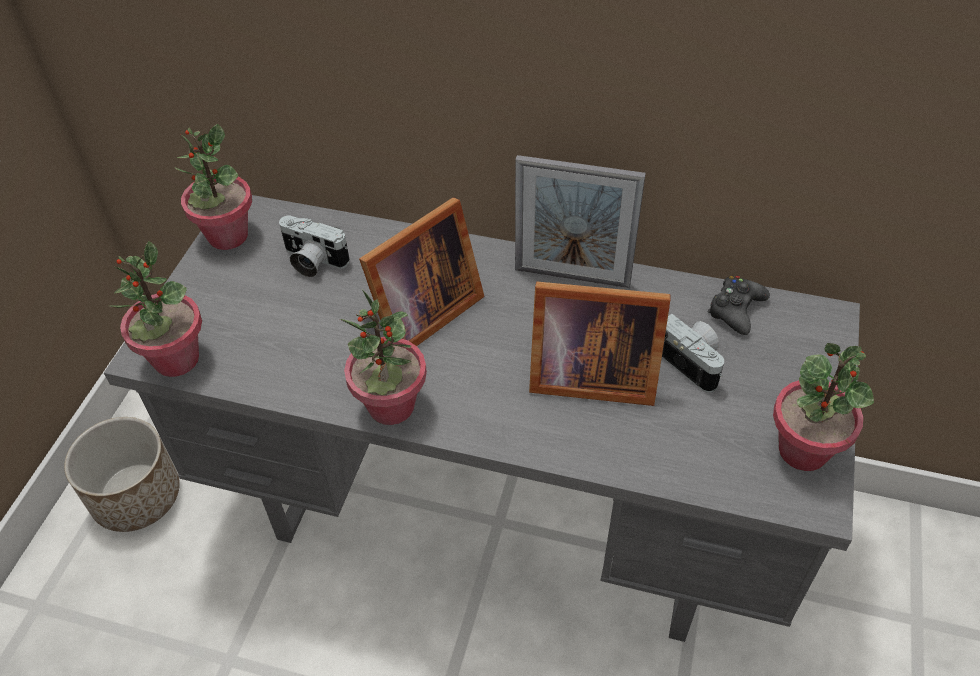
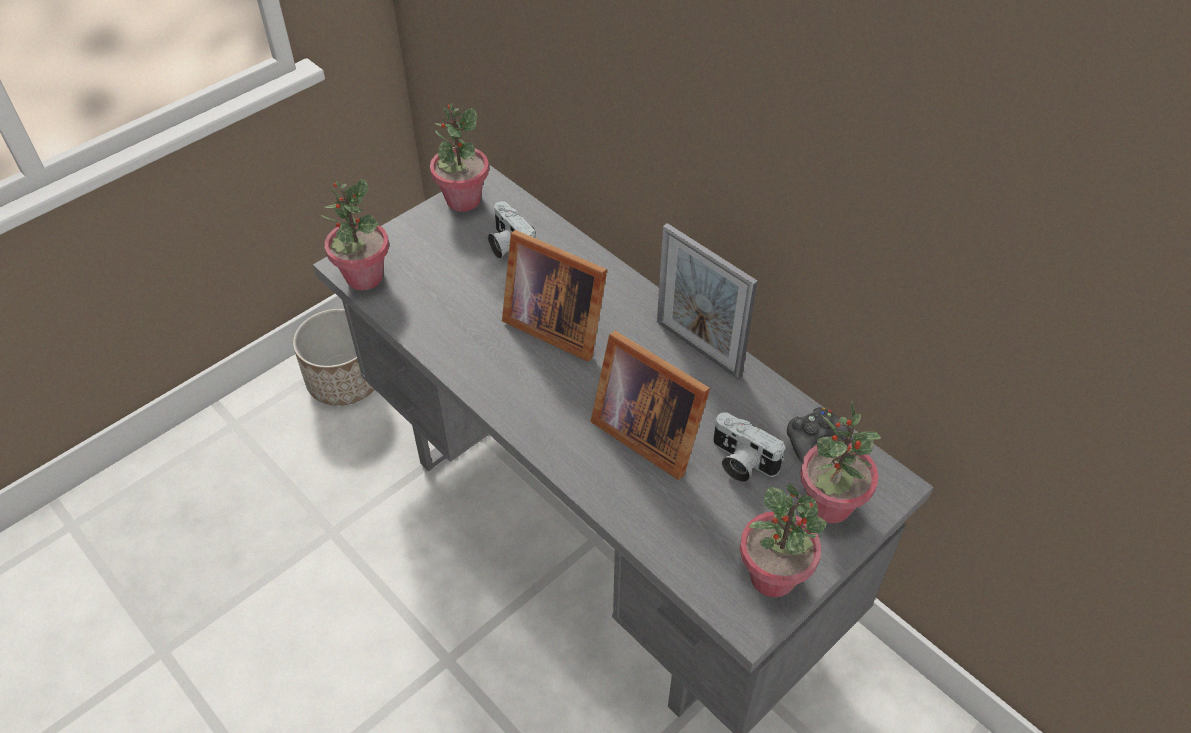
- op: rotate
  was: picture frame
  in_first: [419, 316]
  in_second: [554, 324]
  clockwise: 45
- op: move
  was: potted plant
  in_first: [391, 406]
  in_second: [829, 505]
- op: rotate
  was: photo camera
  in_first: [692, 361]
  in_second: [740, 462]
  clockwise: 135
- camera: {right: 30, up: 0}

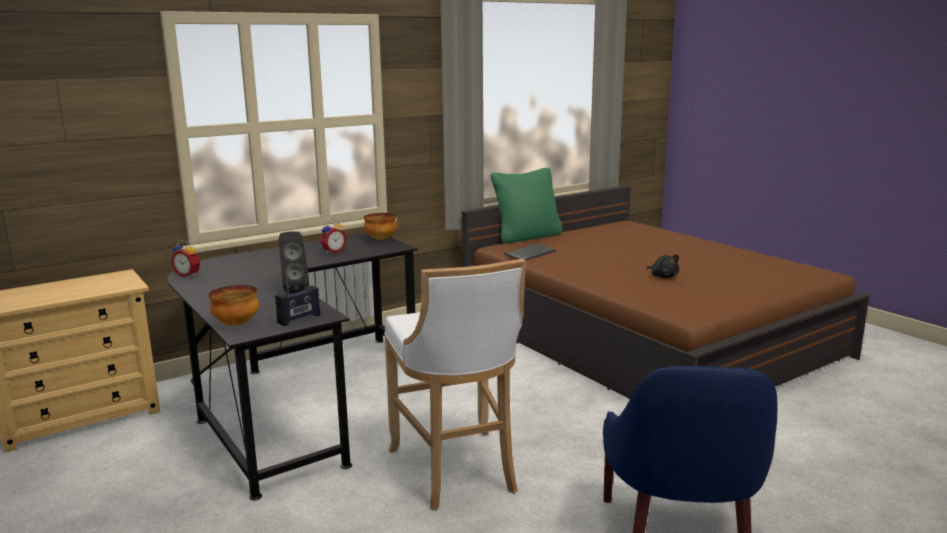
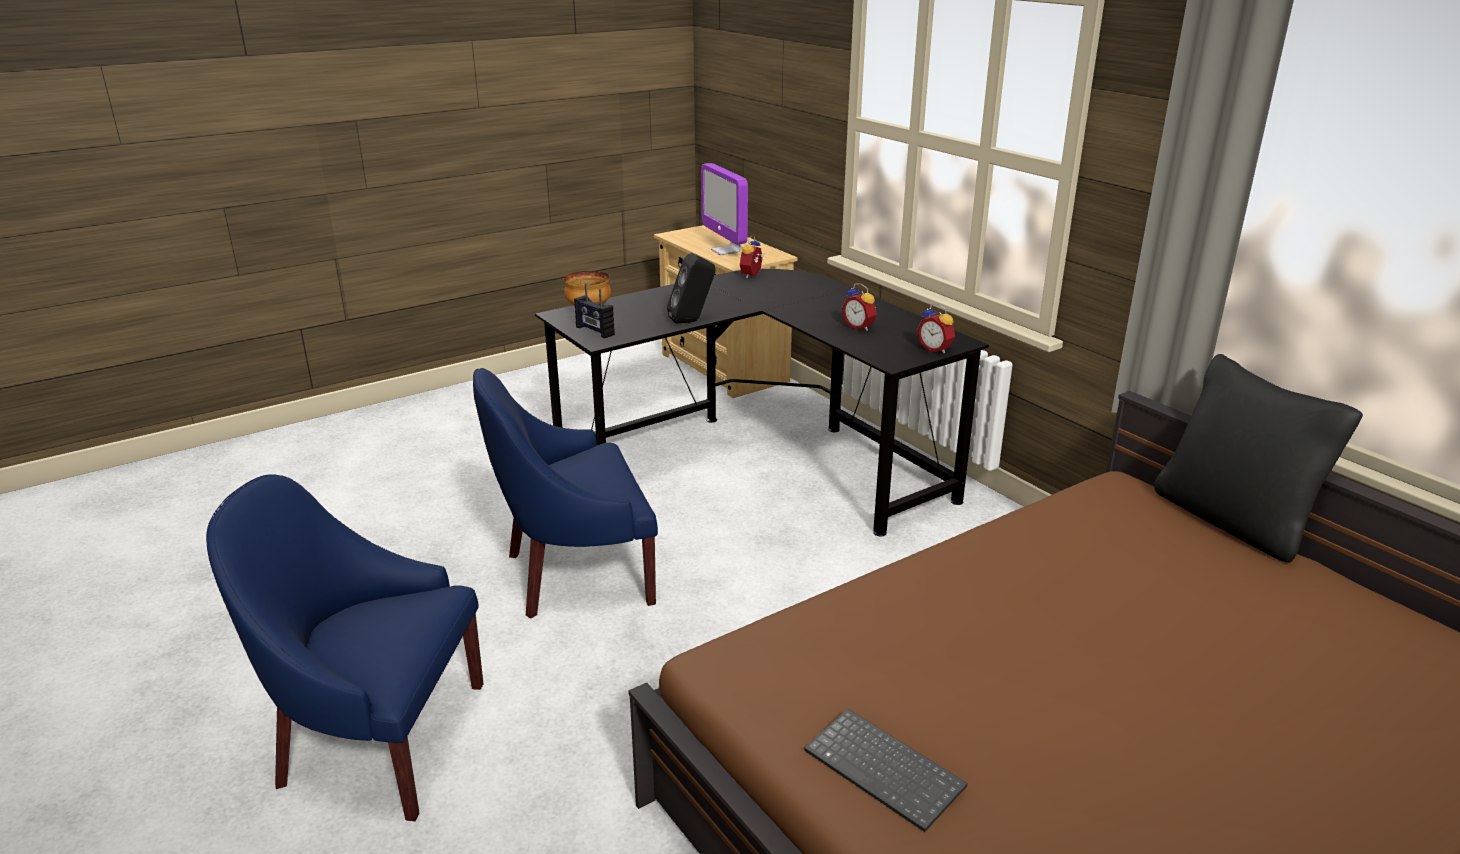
- op: recolor
  was: green pillow
  now: black pillow
  in_first: [527, 237]
  in_second: [1233, 520]
- op: replace
  was: bowl
  now: alarm clock
  in_first: [381, 239]
  in_second: [936, 349]
- op: move
  was: keyboard
  in_first: [529, 253]
  in_second: [887, 770]
- op: delete
  was: black plush toy
  in_first: [663, 276]
- op: replace
  was: white stool
  now: blue armchair
  in_first: [457, 472]
  in_second: [575, 574]
- op: insert
  now: monitor
  in_second: [726, 251]
- camera: {right: 90, up: 10}

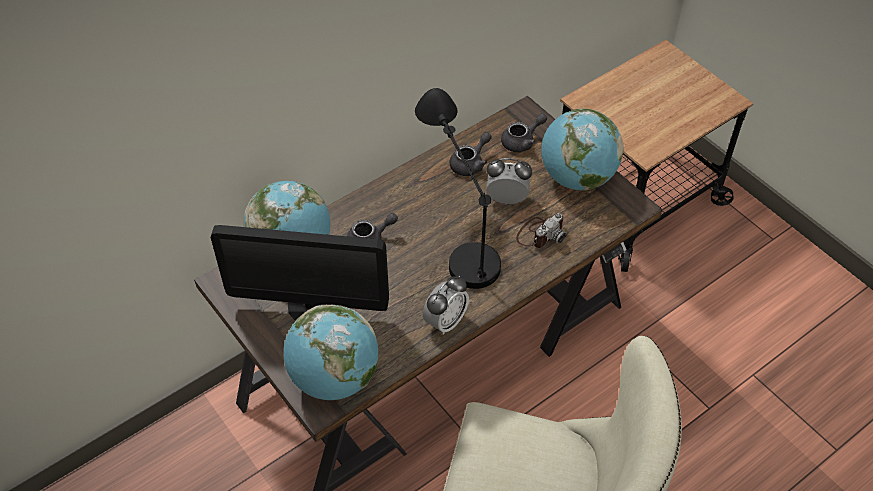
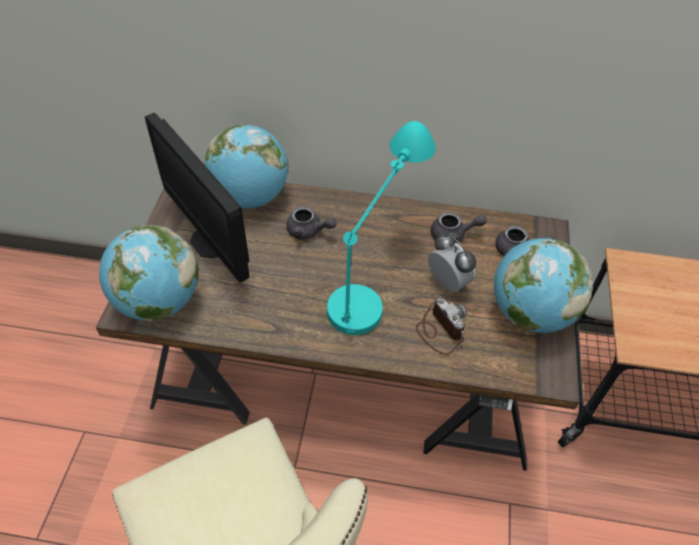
- op: recolor
  was: black table lamp
  now: turquoise table lamp
  in_first: [457, 233]
  in_second: [375, 276]
- op: rotate
  was: photo camera
  in_first: [540, 234]
  in_second: [439, 330]
  clockwise: -120
- op: delete
  was: alarm clock
  in_first: [445, 321]
- camera: {right: 45, up: 0}

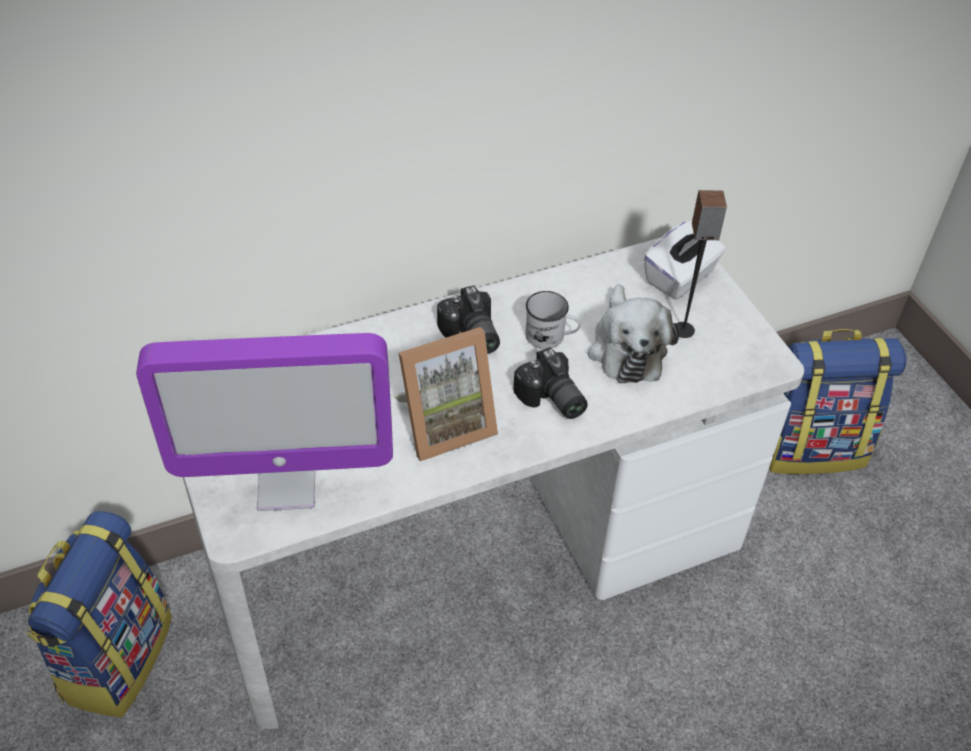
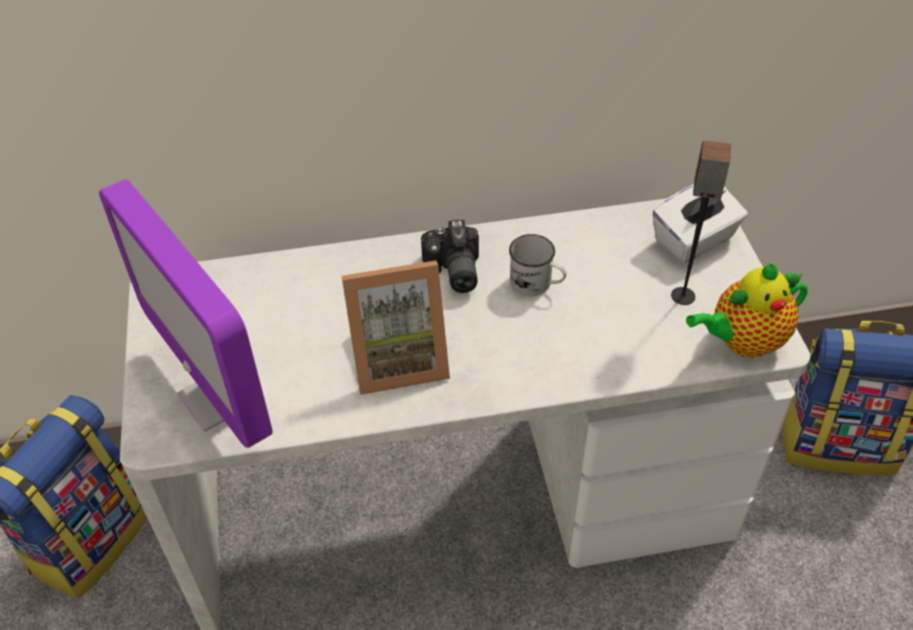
- op: delete
  was: plush toy
  in_first: [626, 348]
- op: rotate
  was: monitor
  in_first: [286, 484]
  in_second: [220, 397]
  clockwise: 45
- op: delete
  was: photo camera
  in_first: [551, 400]
- op: insert
  now: teapot
  in_second: [742, 342]
- camera: {right: 15, up: 0}

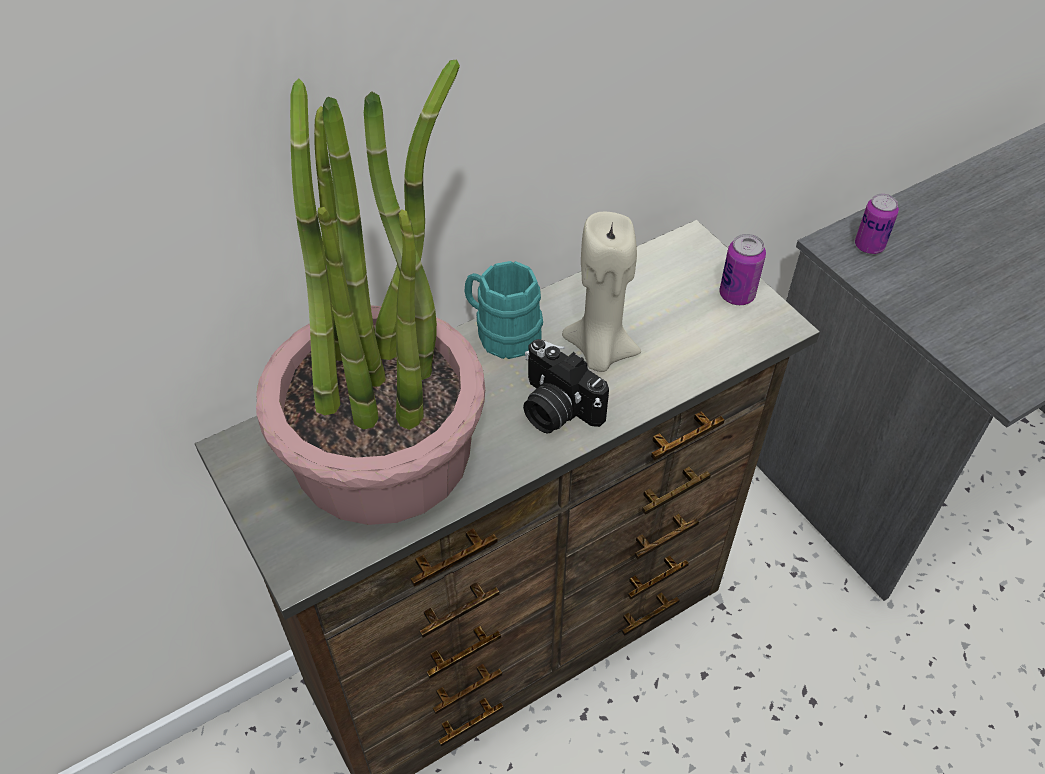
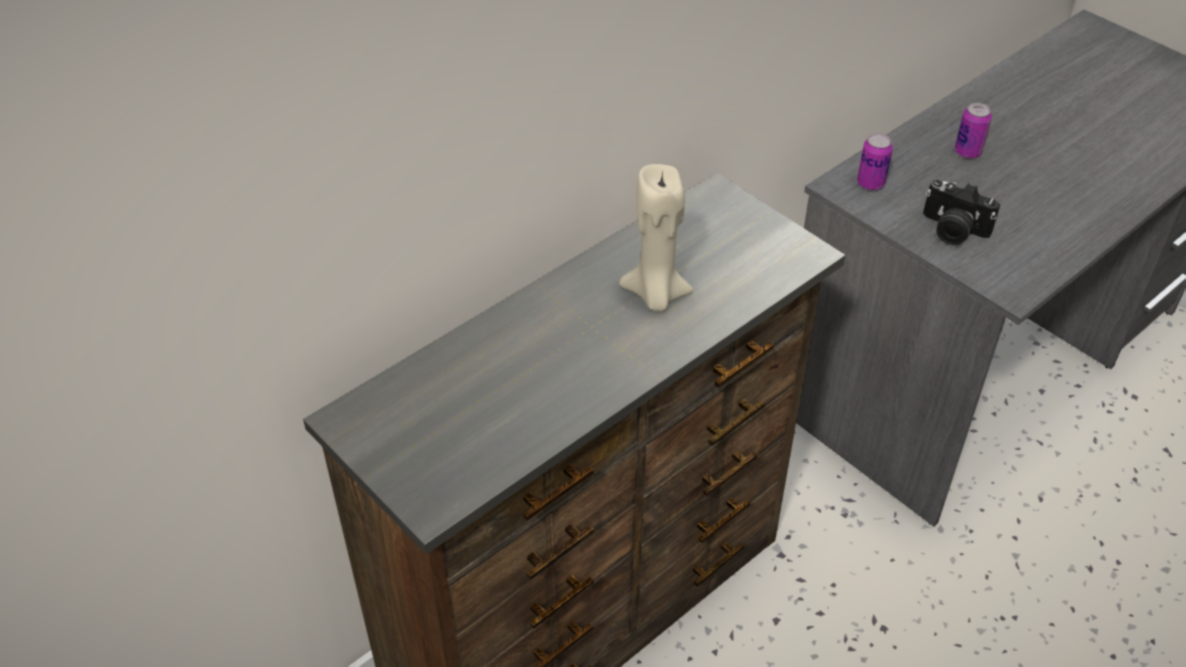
- op: delete
  was: potted plant
  in_first: [384, 448]
- op: move
  was: can
  in_first: [736, 295]
  in_second: [967, 152]
- op: delete
  was: turquoise mug
  in_first: [501, 333]
- op: move
  was: photo camera
  in_first: [555, 409]
  in_second: [952, 230]
- camera: {right: -10, up: -5}

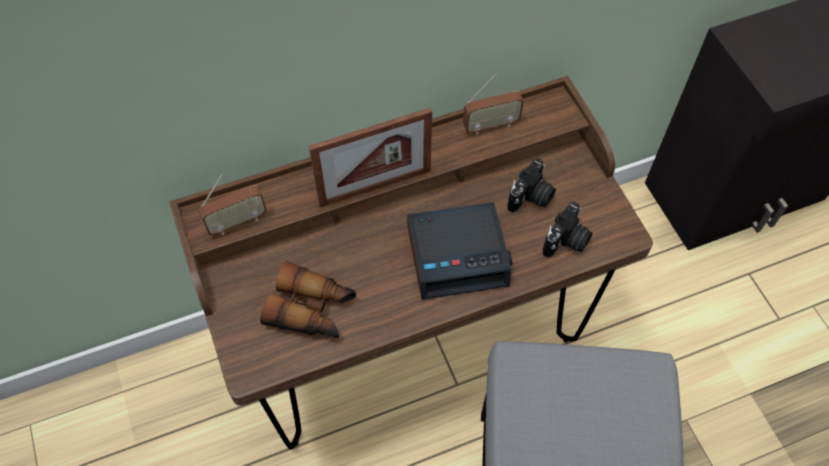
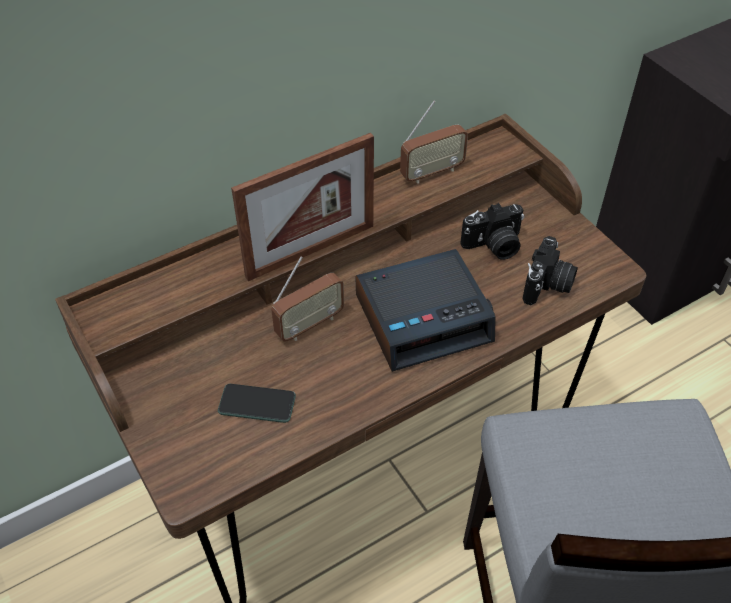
- op: rotate
  was: photo camera
  in_first: [531, 198]
  in_second: [494, 246]
  clockwise: 45
- op: move
  was: radio
  in_first: [237, 222]
  in_second: [309, 325]
- op: replace
  was: binoculars
  now: phone
  in_first: [312, 310]
  in_second: [257, 404]
- camera: {right: -10, up: -10}

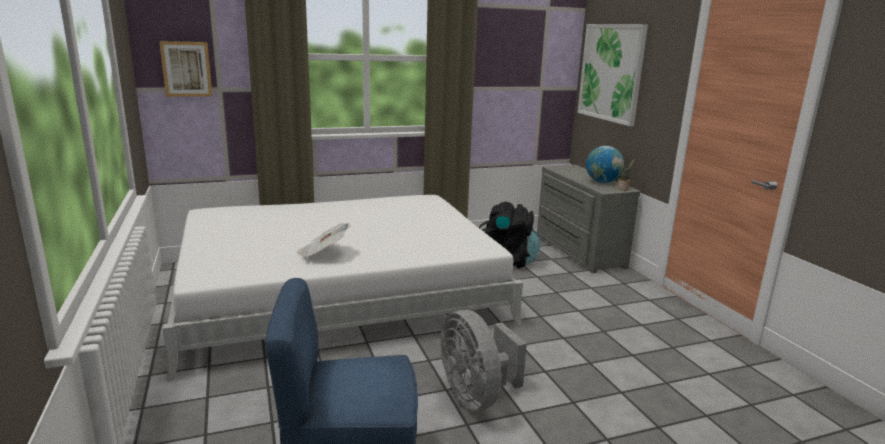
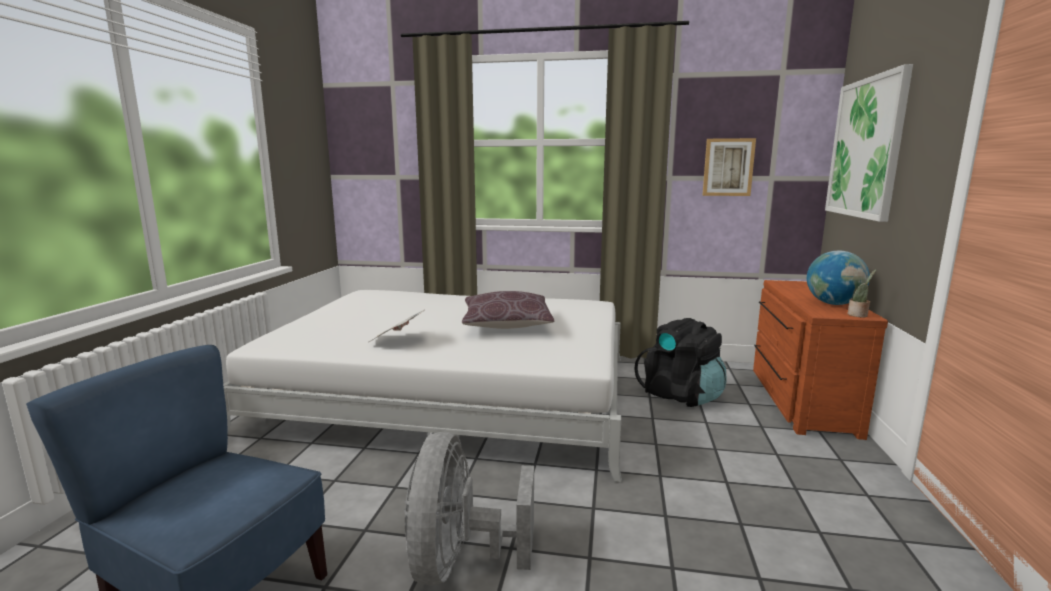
- op: move
  was: picture
  in_first: [186, 69]
  in_second: [728, 167]
- op: recolor
  was: grey dresser
  now: brown dresser
  in_first: [576, 251]
  in_second: [798, 400]
- op: insert
  now: brown pillow
  in_second: [506, 324]
- camera: {right: 30, up: -5}

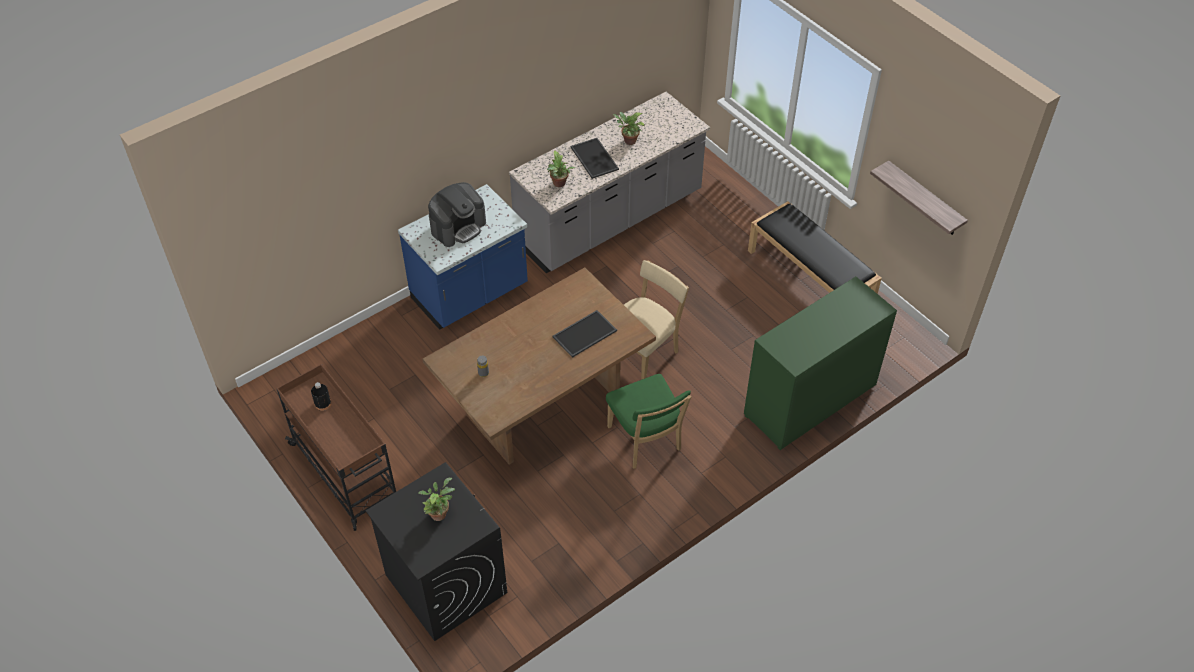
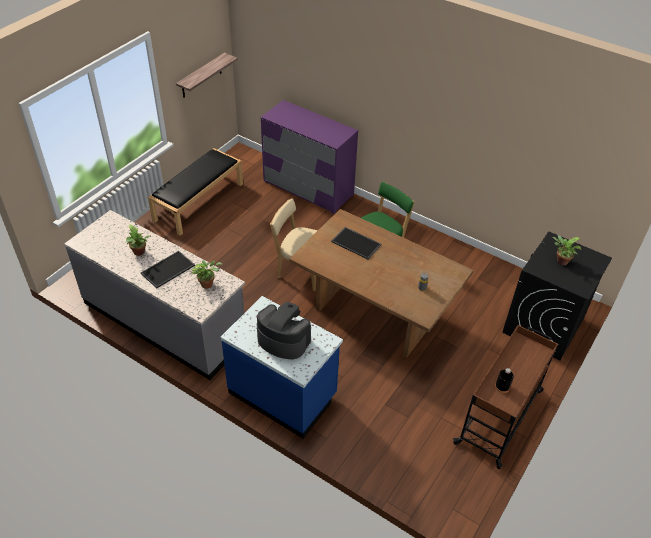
- op: recolor
  was: green dresser
  now: purple dresser
  in_first: [810, 400]
  in_second: [308, 188]
- camera: {right: -110, up: -5}

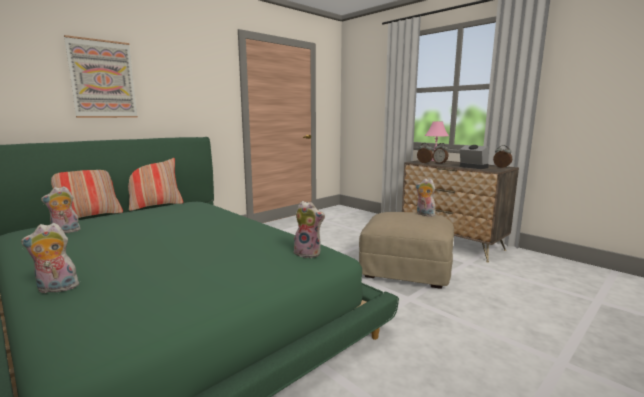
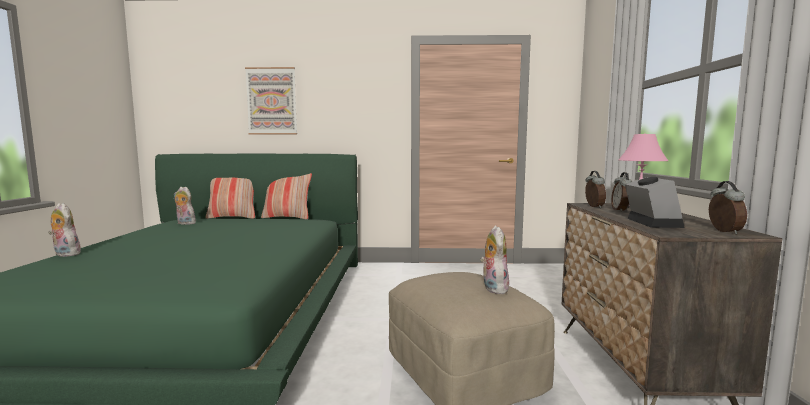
- op: delete
  was: plush toy
  in_first: [308, 253]
- camera: {right: 45, up: -5}

